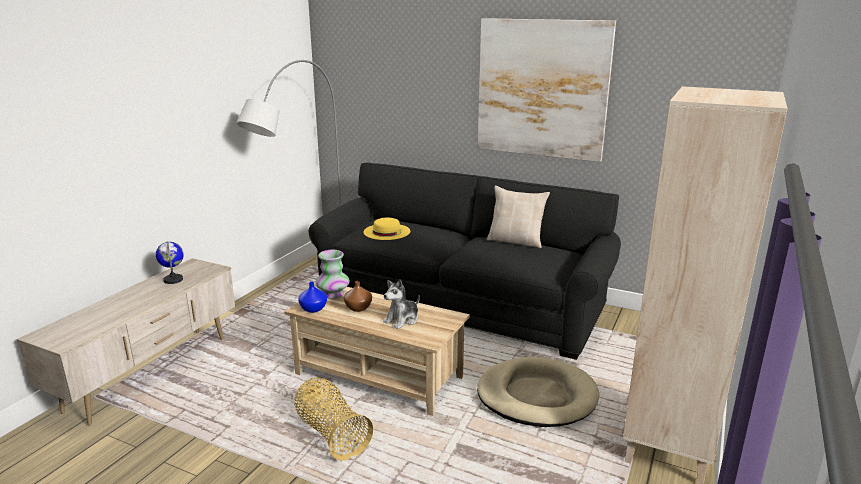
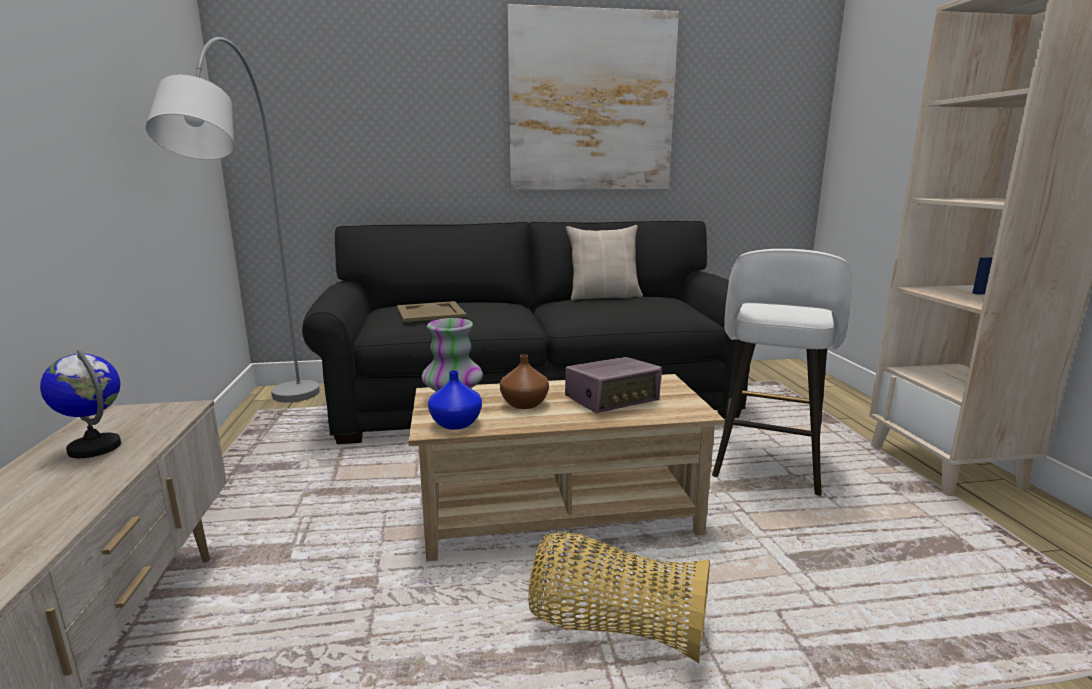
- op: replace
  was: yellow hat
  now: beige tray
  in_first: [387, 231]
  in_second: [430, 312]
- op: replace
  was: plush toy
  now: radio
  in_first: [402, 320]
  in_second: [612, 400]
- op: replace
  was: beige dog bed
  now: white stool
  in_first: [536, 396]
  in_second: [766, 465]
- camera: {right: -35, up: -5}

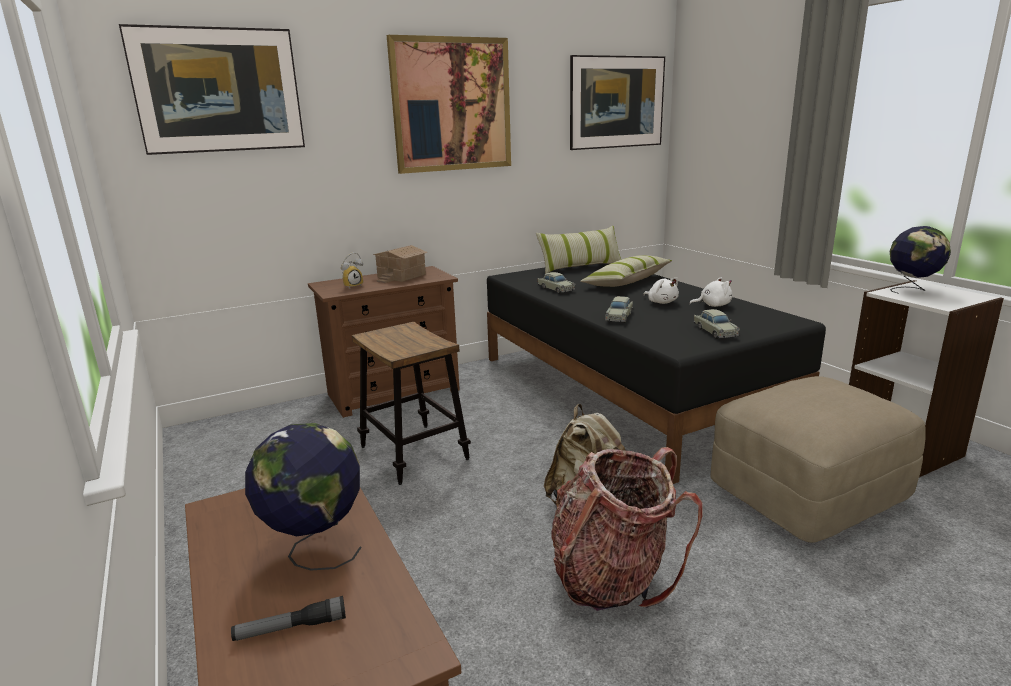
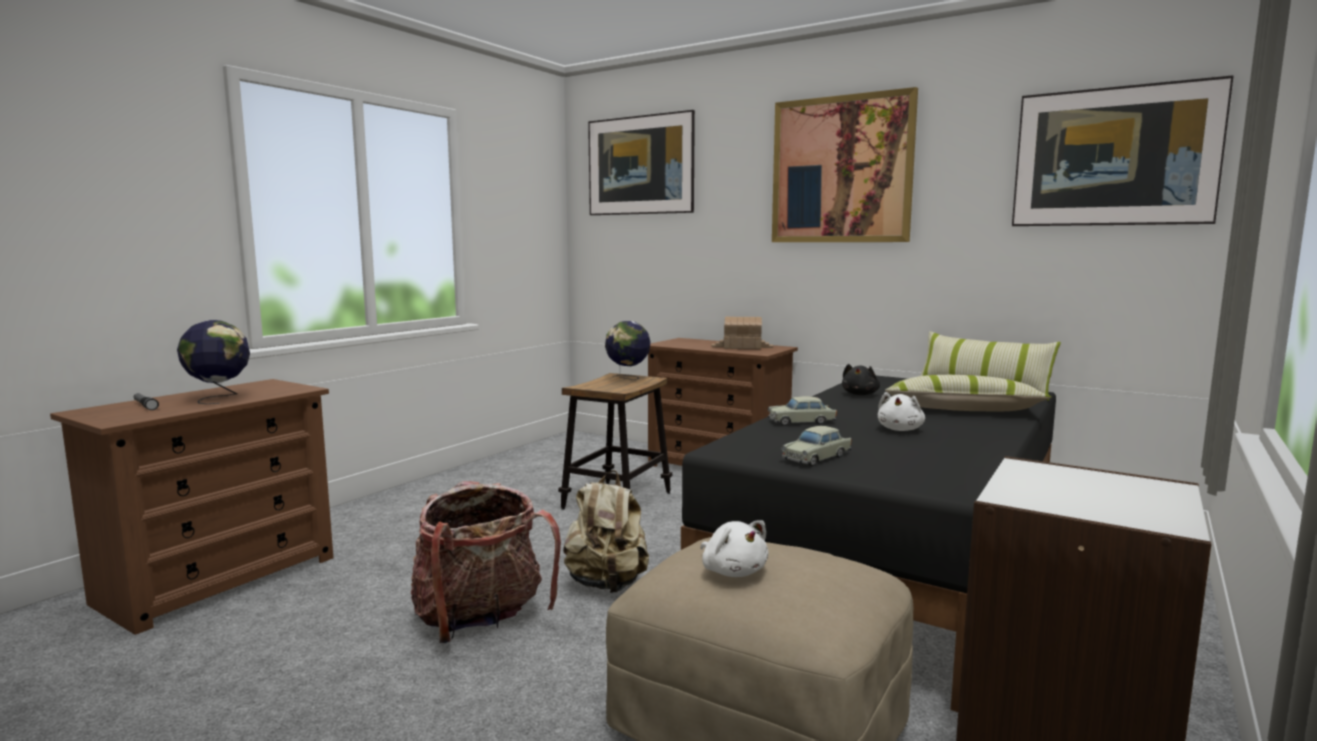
- op: move
  was: globe
  in_first: [912, 290]
  in_second: [628, 378]
- op: delete
  was: alarm clock
  in_first: [352, 286]
- op: replace
  was: beige toy car
  now: black plush toy
  in_first: [556, 289]
  in_second: [860, 394]
- op: move
  was: white plush toy
  in_first: [713, 305]
  in_second: [733, 571]
- camera: {right: 60, up: -10}

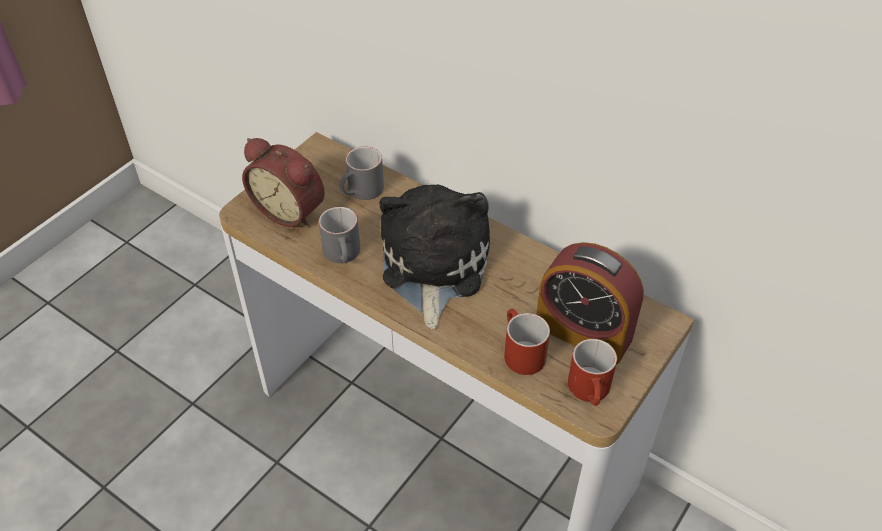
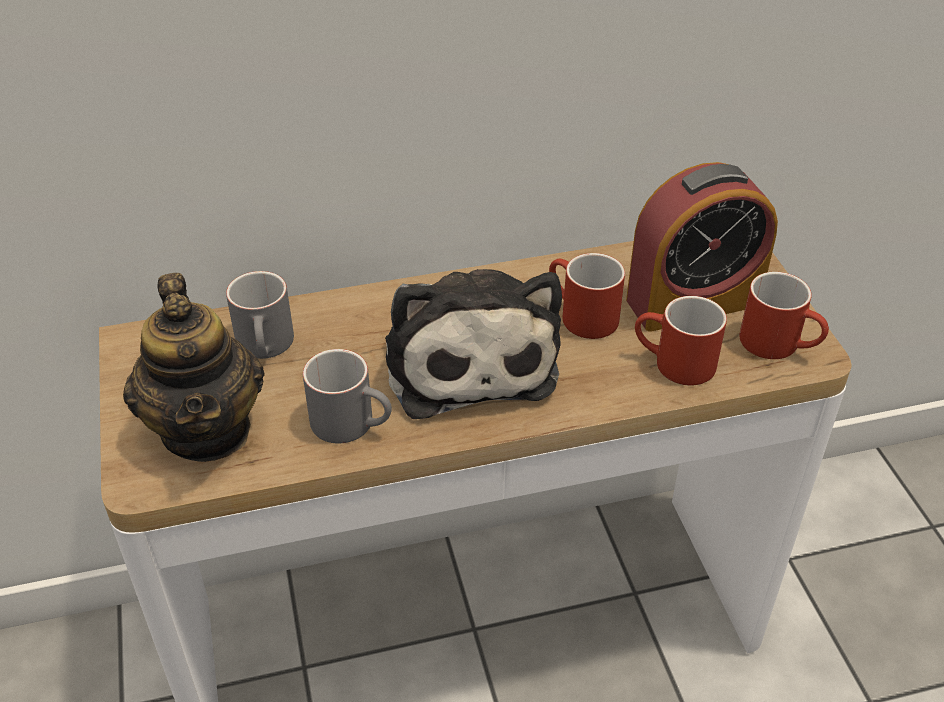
- op: replace
  was: alarm clock
  now: teapot
  in_first: [291, 210]
  in_second: [207, 429]
- op: rotate
  was: plush toy
  in_first: [432, 267]
  in_second: [468, 358]
  clockwise: -150
- op: insert
  now: red mug
  in_second: [579, 316]
- camera: {right: -50, up: -5}

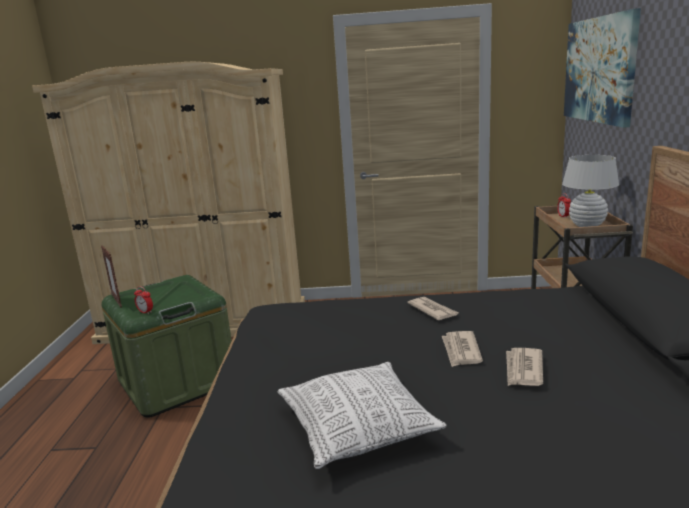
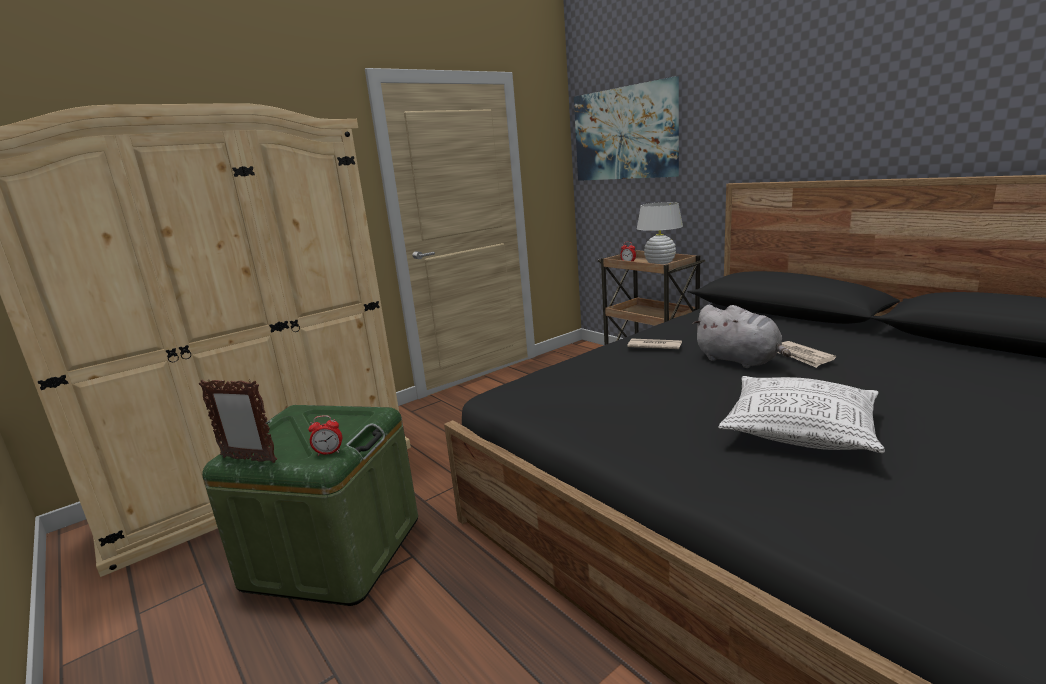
- op: replace
  was: newspaper
  now: grey plush toy
  in_first: [461, 351]
  in_second: [740, 361]
- camera: {right: -40, up: 0}

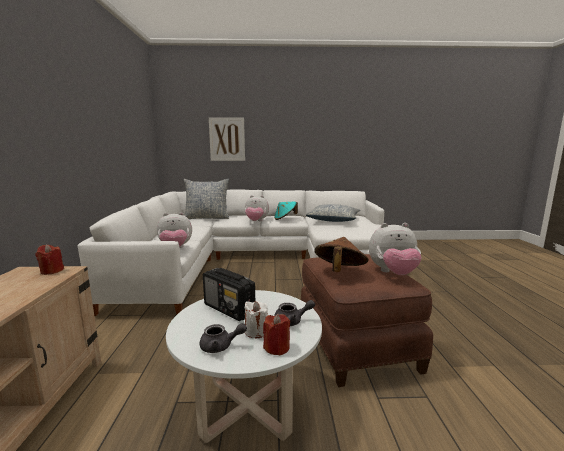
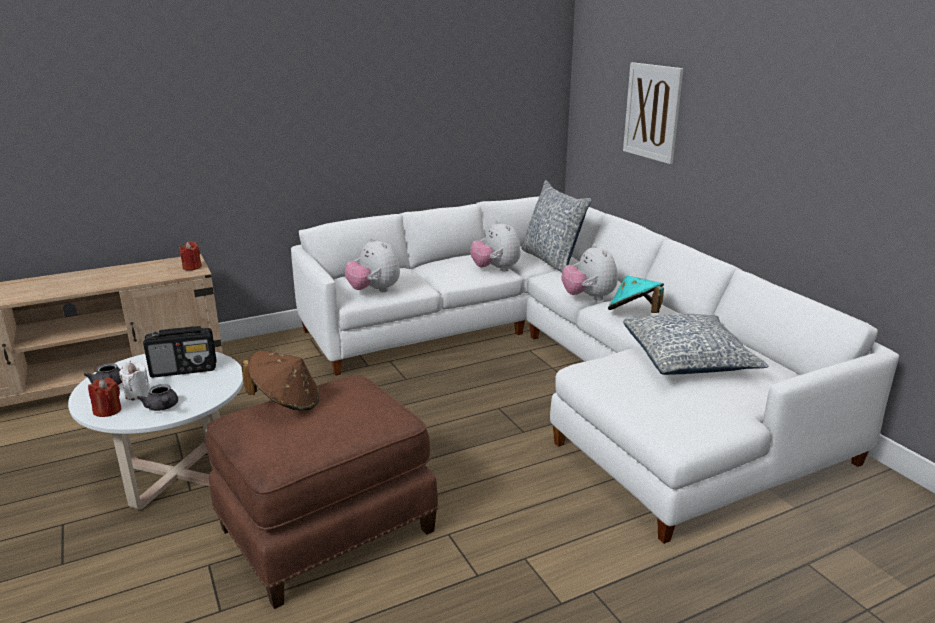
- op: move
  was: plush toy
  in_first: [393, 273]
  in_second: [495, 269]
- op: rotate
  was: radio
  in_first: [229, 309]
  in_second: [184, 369]
  clockwise: -120
- camera: {right: 65, up: 10}

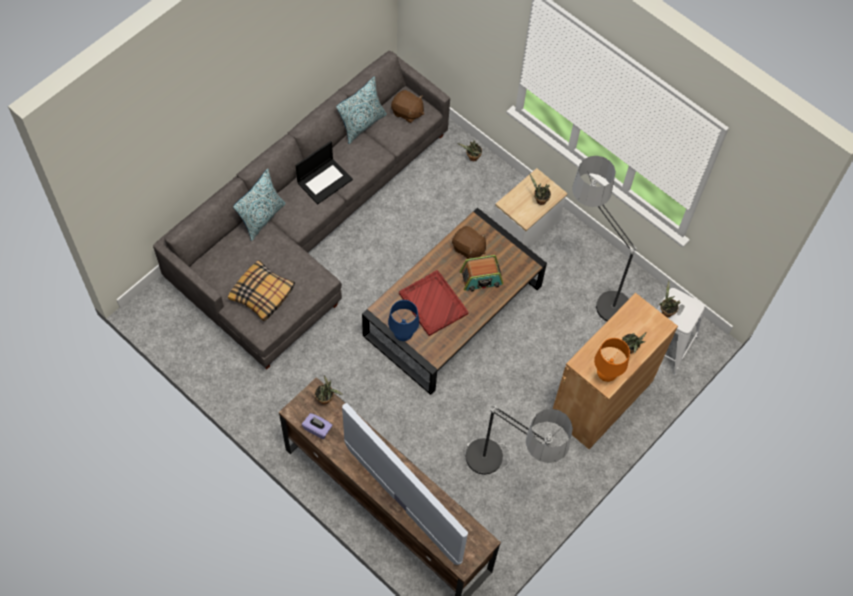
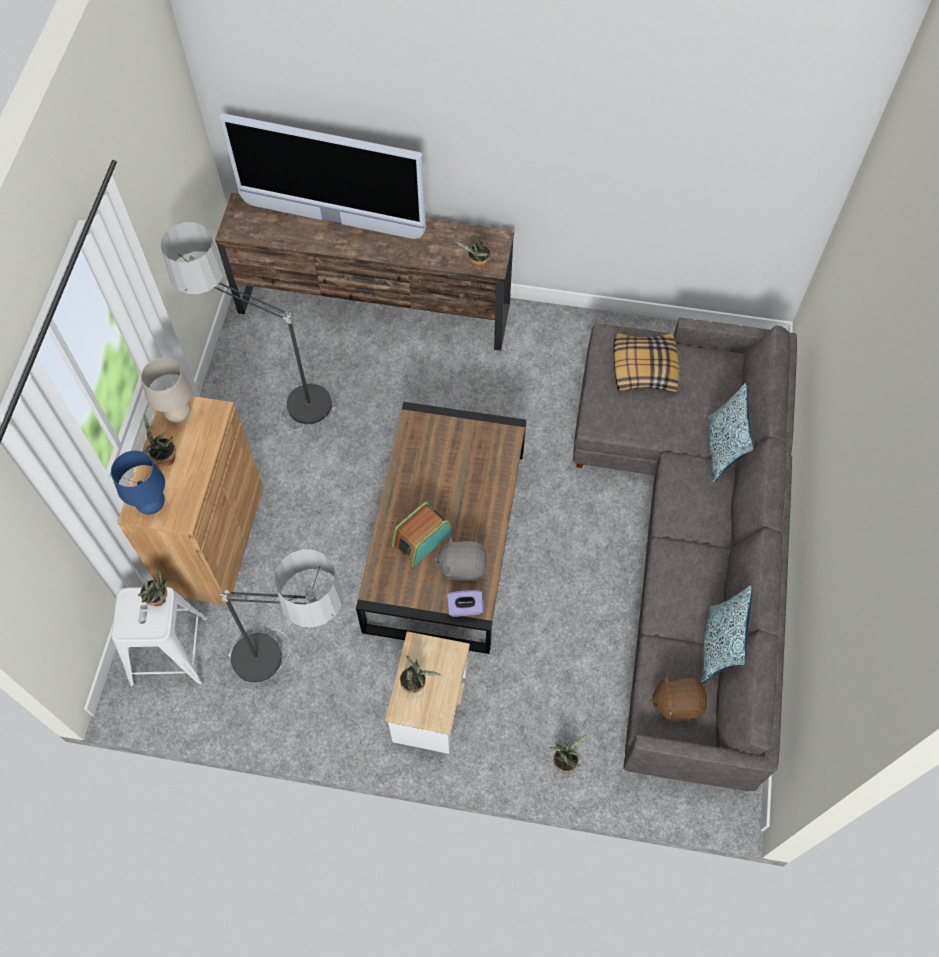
- op: delete
  was: laptop
  in_first: [325, 180]
- op: recolor
  was: brown plush toy
  now: grey plush toy
  in_first: [468, 249]
  in_second: [462, 566]
- op: delete
  was: red tray
  in_first: [433, 303]
- op: move
  was: blue table lamp
  in_first: [403, 335]
  in_second: [152, 505]
- op: recolor
  was: orange table lamp
  now: beige table lamp
  in_first: [606, 375]
  in_second: [178, 414]
- op: move
  was: purple tissue box
  in_first: [317, 429]
  in_second: [465, 608]
- camera: {right: 150, up: 0}

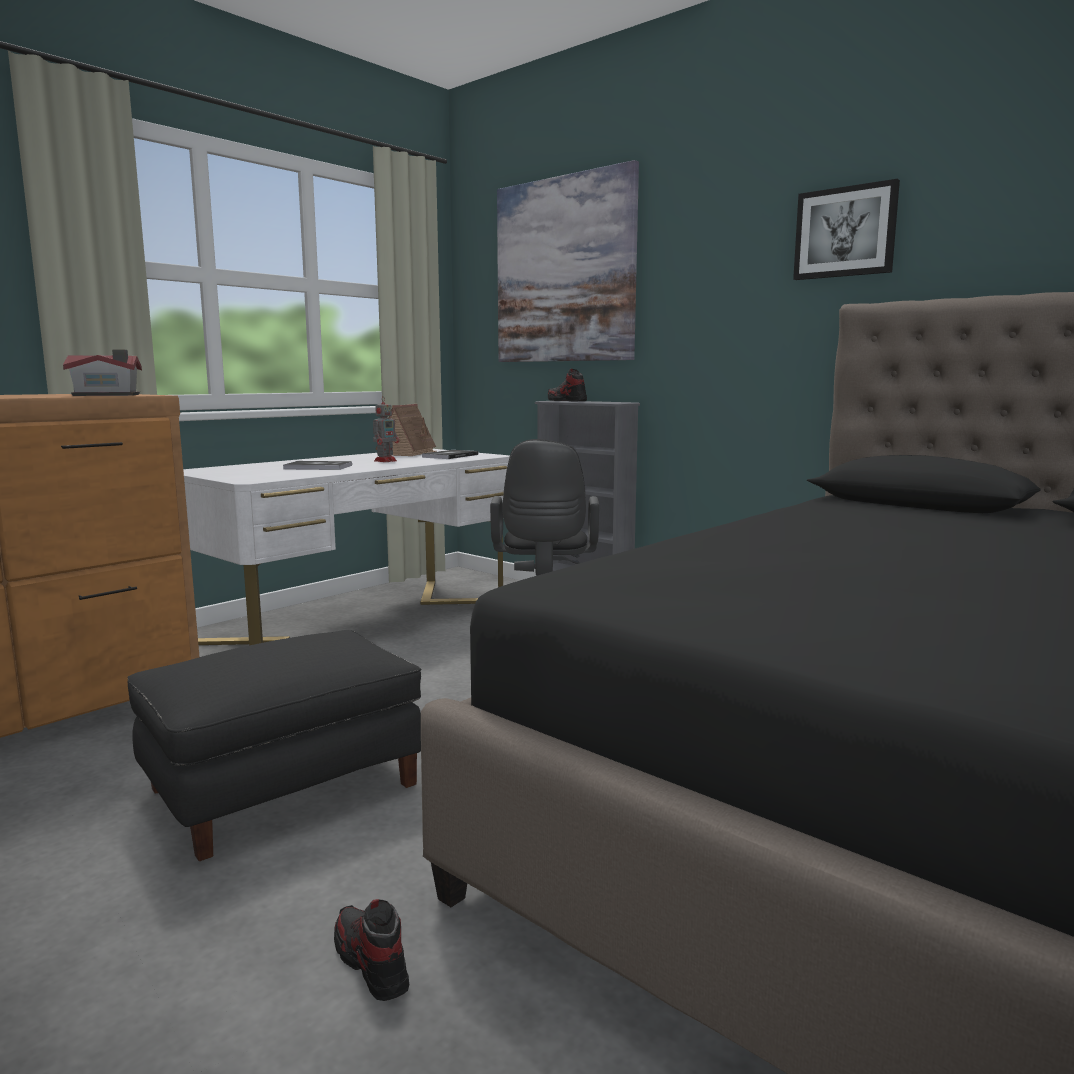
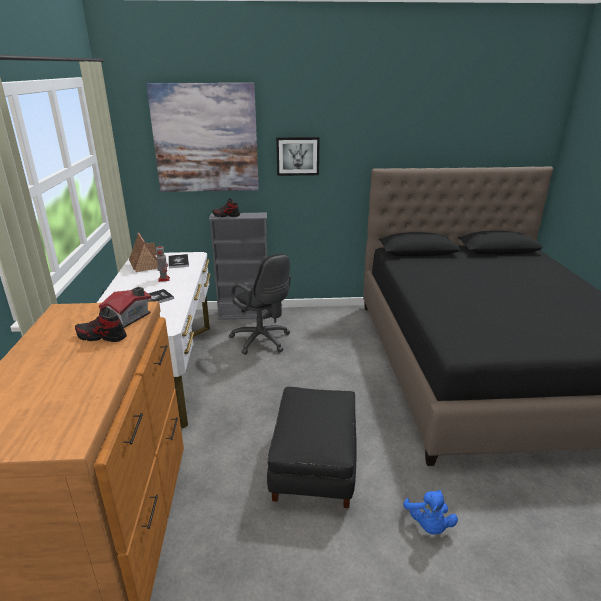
- op: move
  was: picture
  in_first: [845, 232]
  in_second: [297, 156]
- op: move
  was: shoe
  in_first: [371, 963]
  in_second: [101, 337]
- op: insert
  now: blue plush toy
  in_second: [428, 525]
- camera: {right: -45, up: 15}

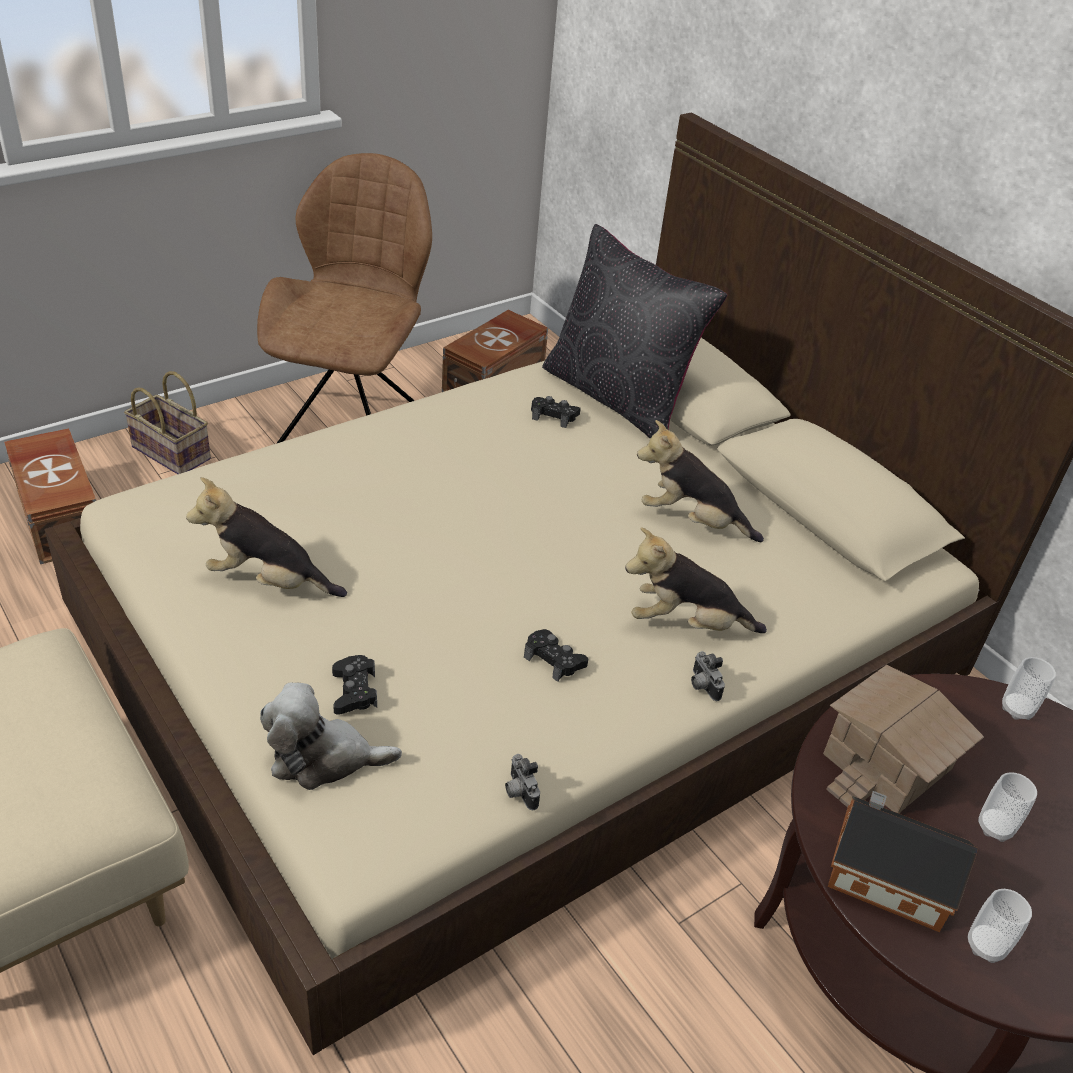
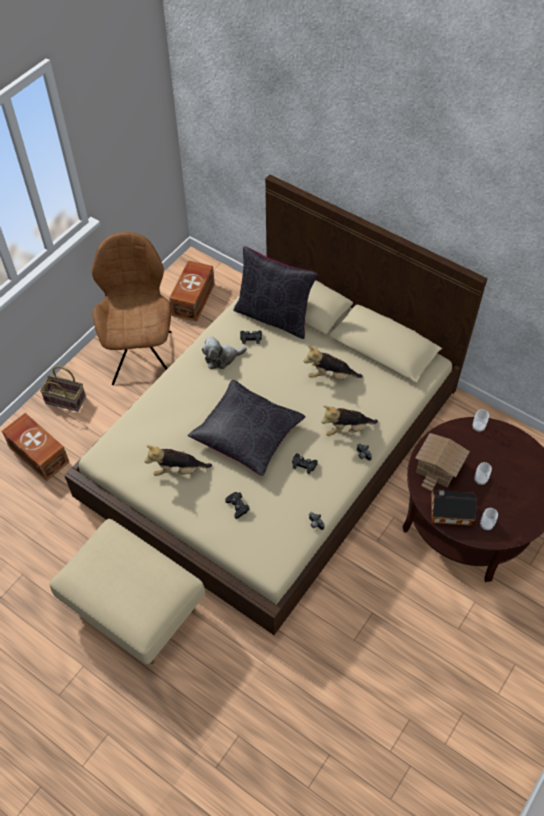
- op: move
  was: plush toy
  in_first: [323, 758]
  in_second: [222, 358]
- op: insert
  now: black pillow
  in_second: [247, 434]
- camera: {right: -15, up: 15}

